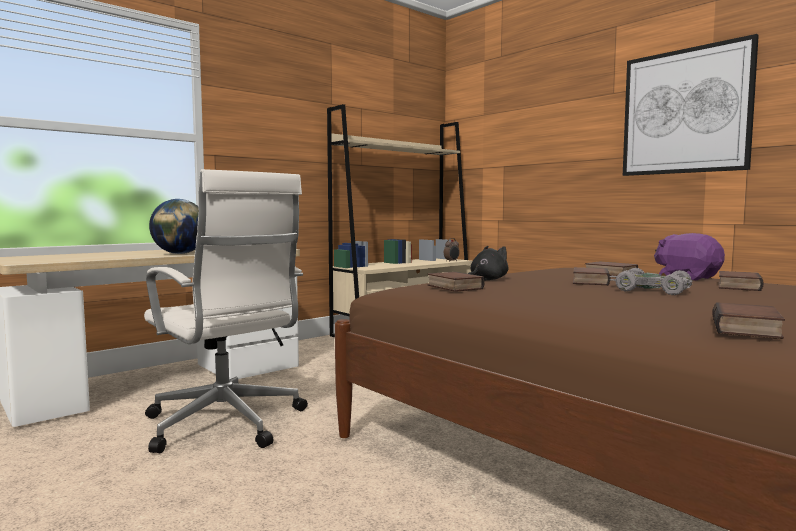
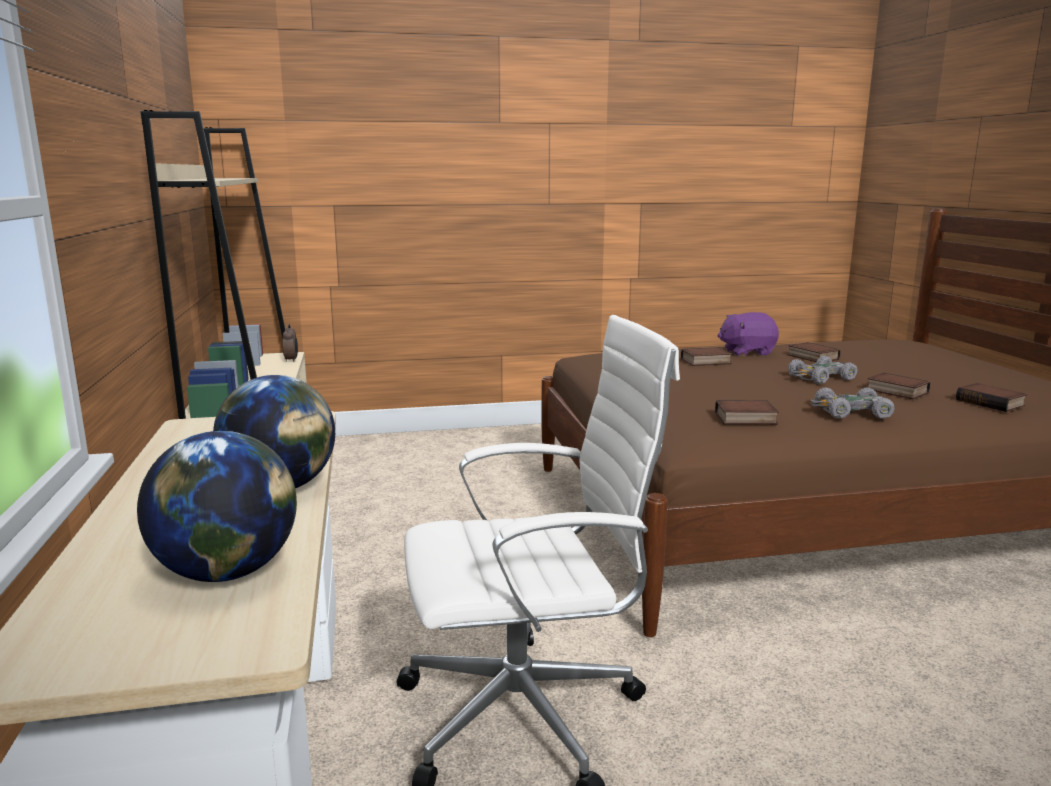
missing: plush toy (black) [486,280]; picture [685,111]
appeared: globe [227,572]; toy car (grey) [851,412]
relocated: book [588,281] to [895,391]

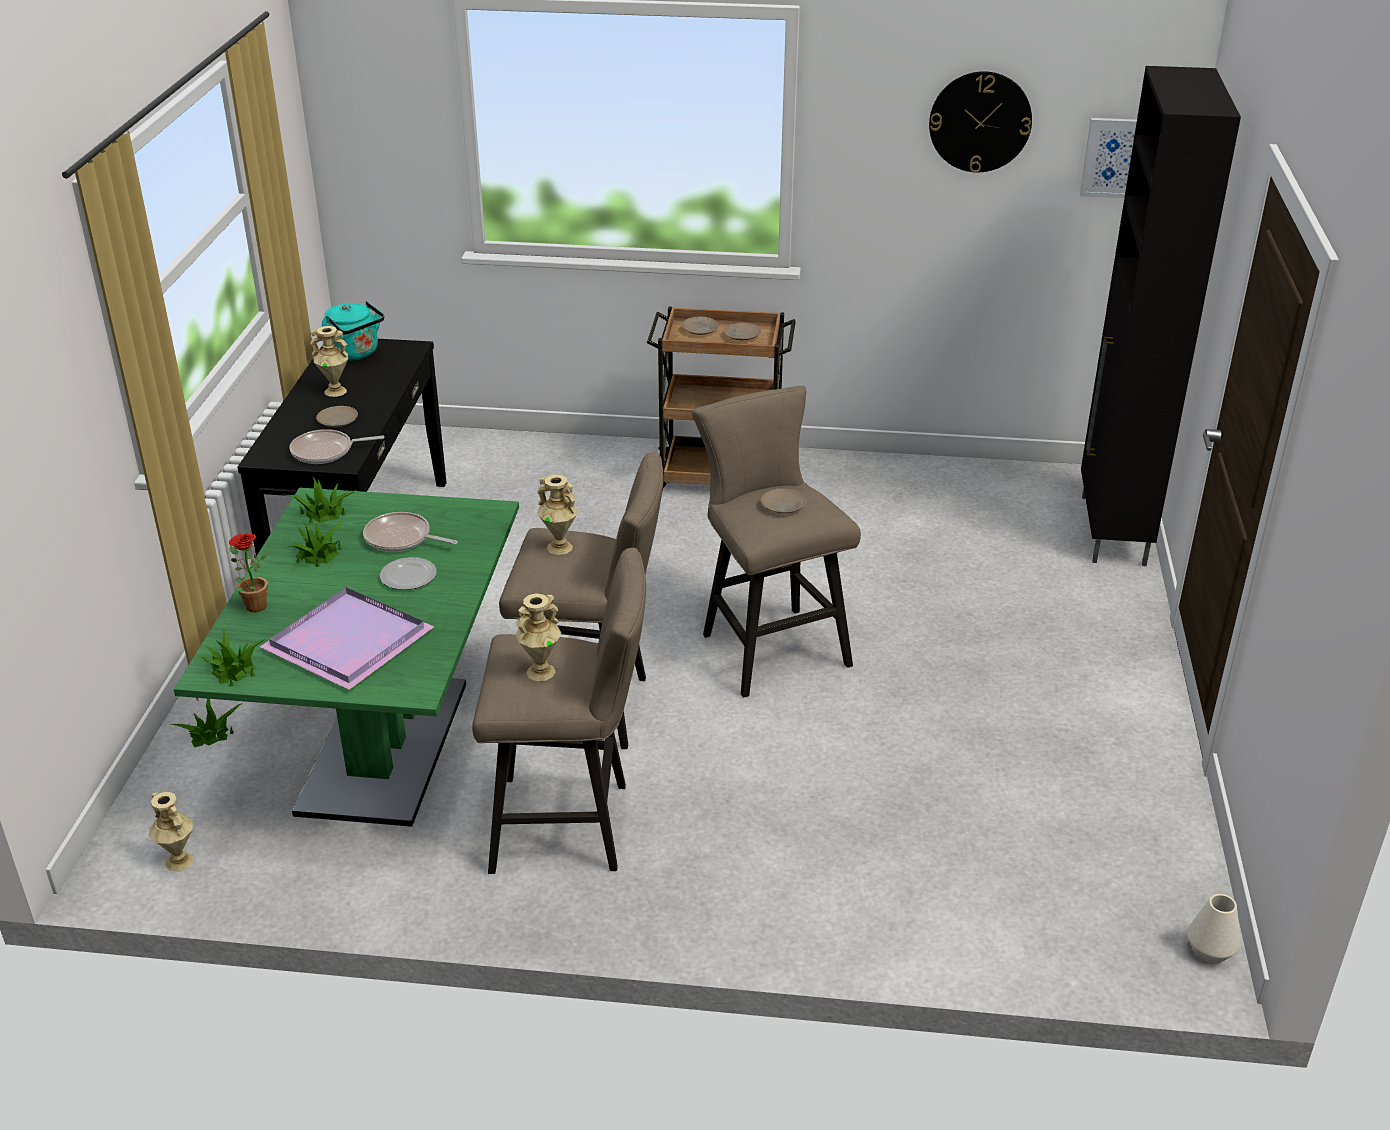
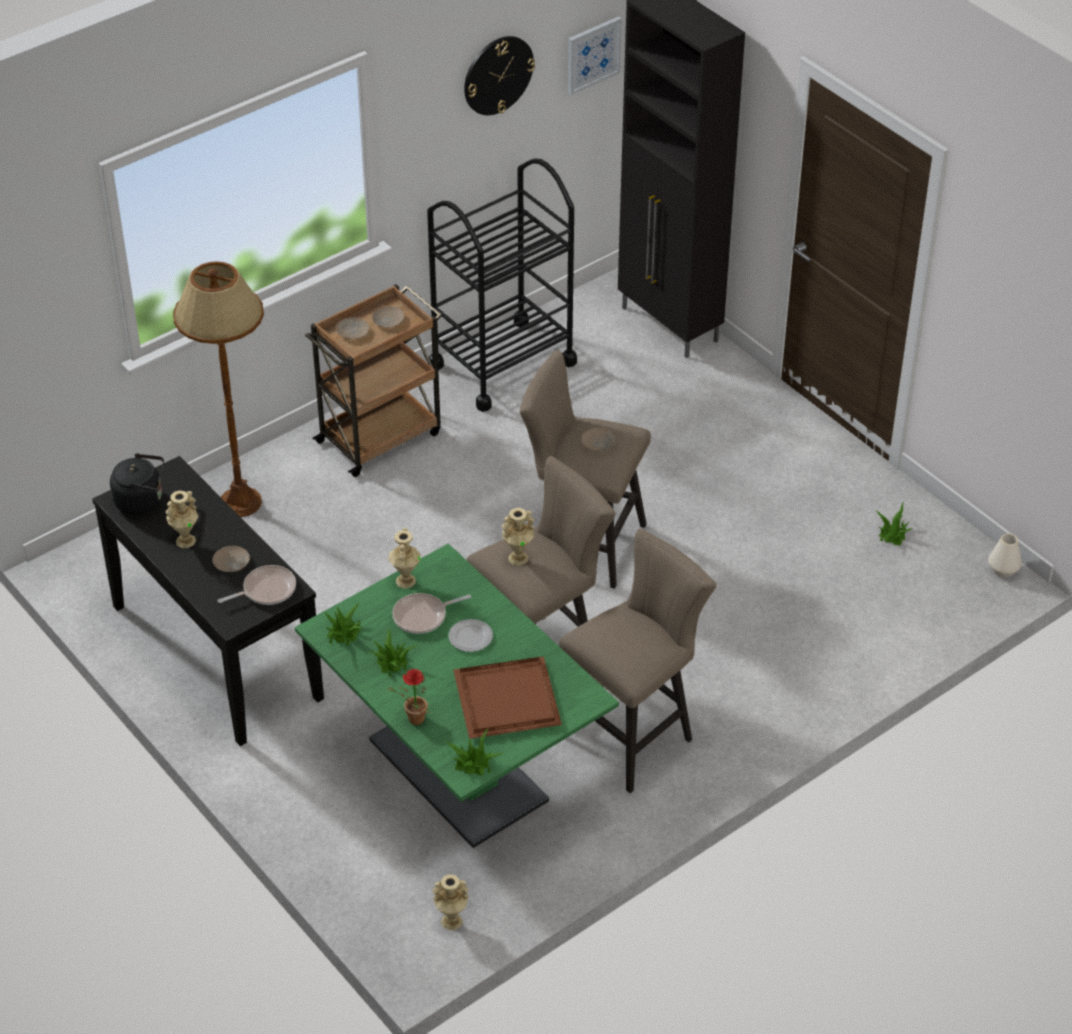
appeared: floor lamp (brown) [241,502]; cart (black) [502,364]
relocated: potted plant [210,733] to [893,533]; vase (beige) [540,671] to [405,580]
colour: tray (purple) [348,643] to tray (brown) [509,701]; kettle (turquoise) [355,353] to kettle (black) [142,501]
spun: frying pan [326,452] = [266,590] 150 degrees counterclockwise

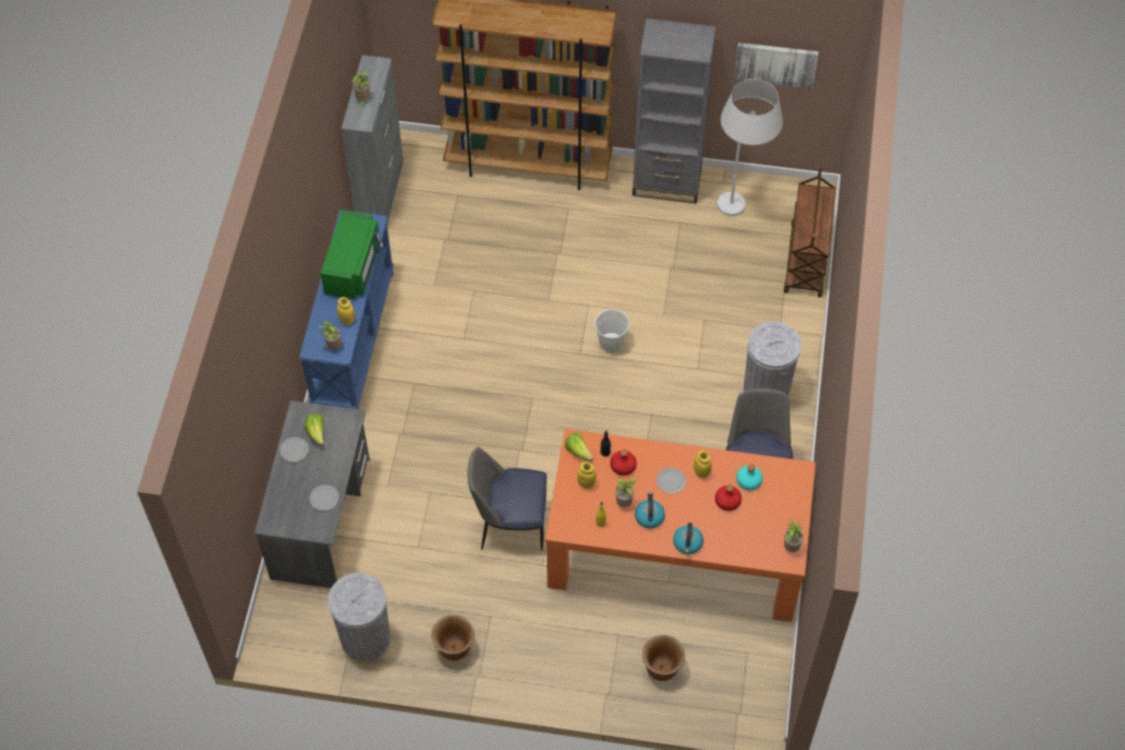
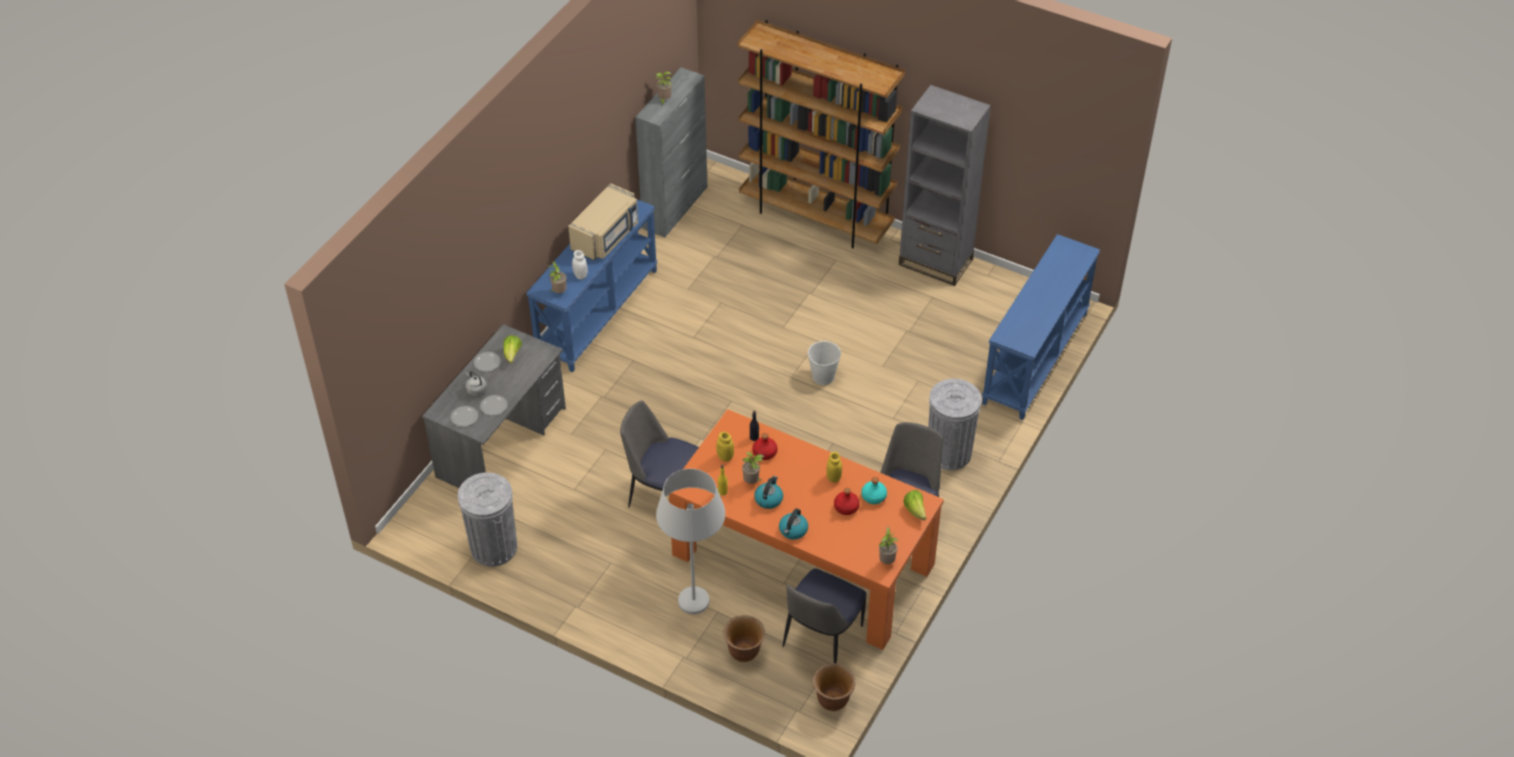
missing: picture [775,64]
appeared: kettle (grey) [476,390]; chair [821,639]
relocated: planter (brown) [454,648] to [832,700]; lettuce [578,451] to [915,510]; plate [670,481] to [464,417]; floor lamp (white) [738,216] to [695,616]
exchanged: cart (brown) [806,261] to console table (blue) [1036,358]
colour: microwave (green) [353,267] to microwave (beige) [606,237]; jar (yellow) [347,320] to jar (white) [580,275]

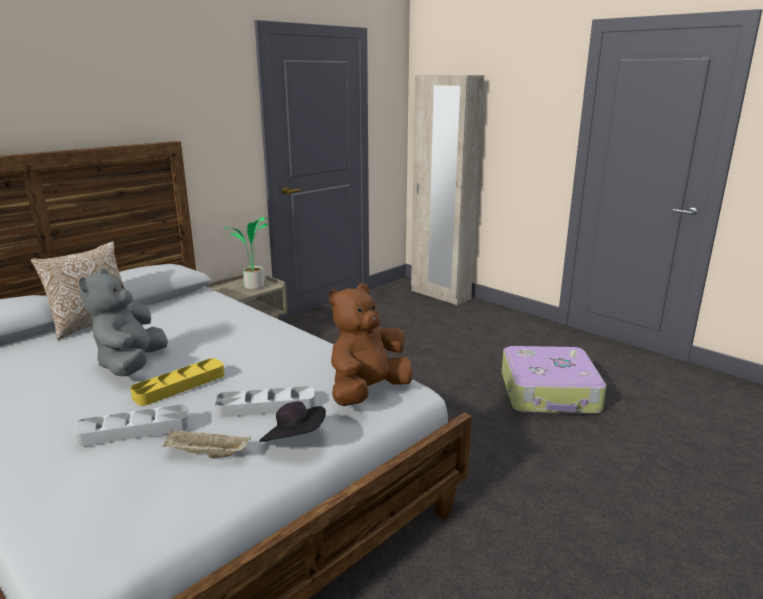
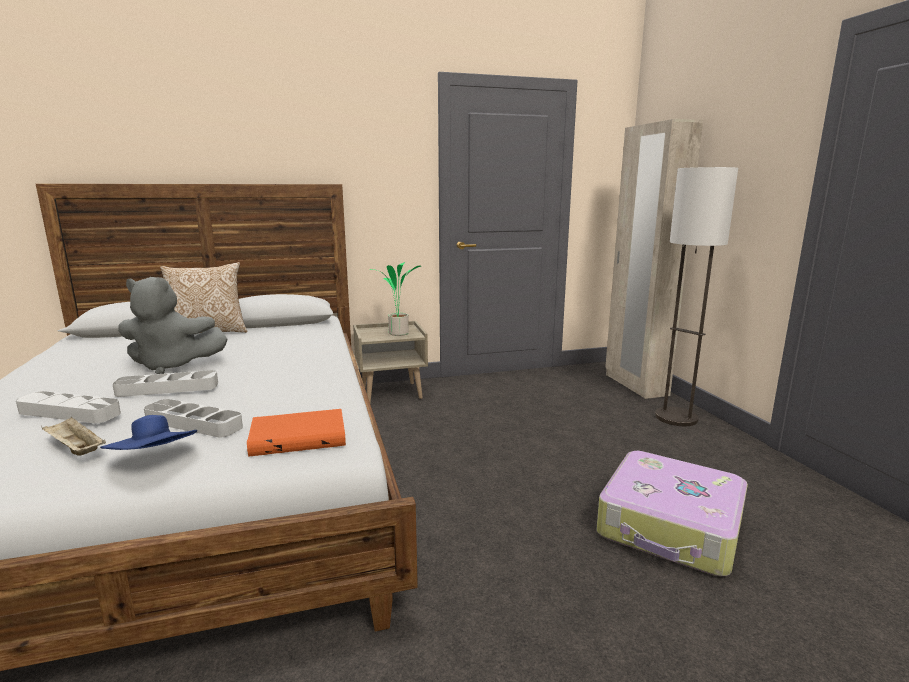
appeared: floor lamp [676,418]
exchanged: plush toy (brown) [367,392] to book (orange) [299,436]
colour: tray (yellow) [180,386] to tray (grey) [168,388]; hat (black) [294,440] to hat (blue) [155,461]
spun: plush toy (grey) [132,365] = [172,366] 120 degrees counterclockwise

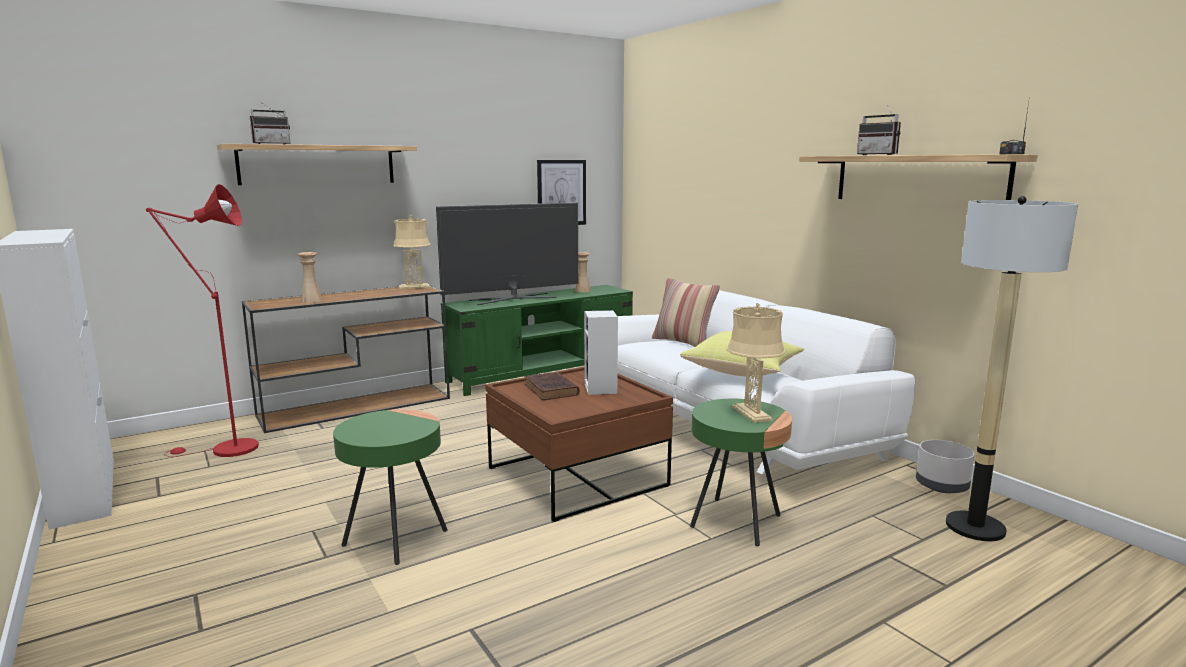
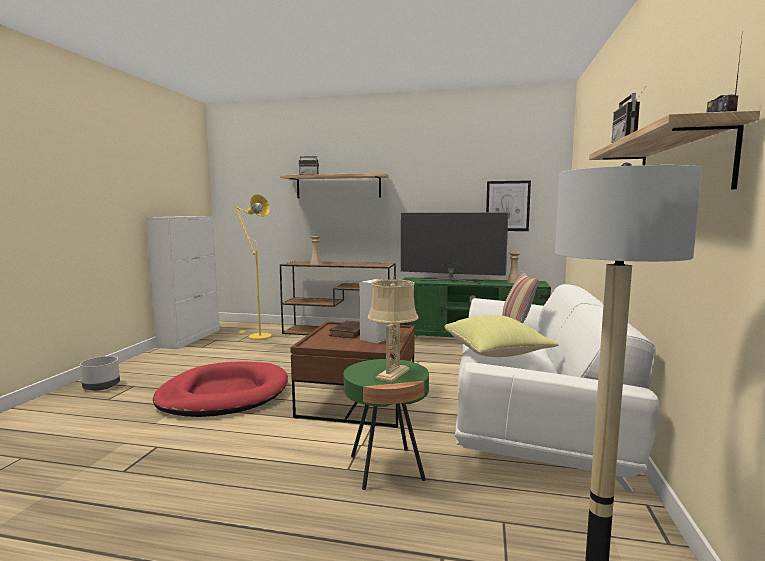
missing: table lamp (beige) [414,287]
relocated: planter (grey) [942,486] to [101,386]
exchanged: side table (green) [395,538] to dog bed (red) [224,395]
colour: floor lamp (red) [226,450] to floor lamp (yellow) [256,336]

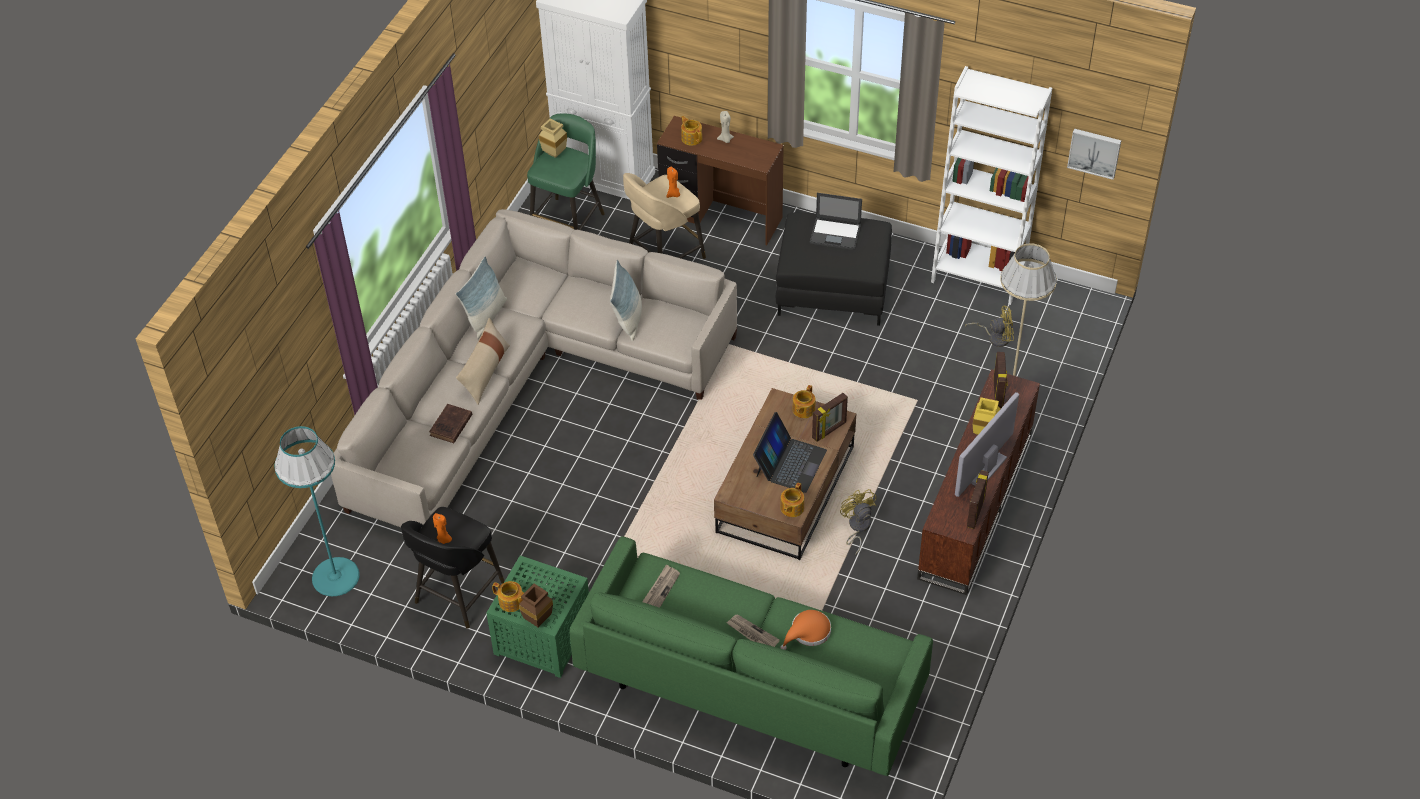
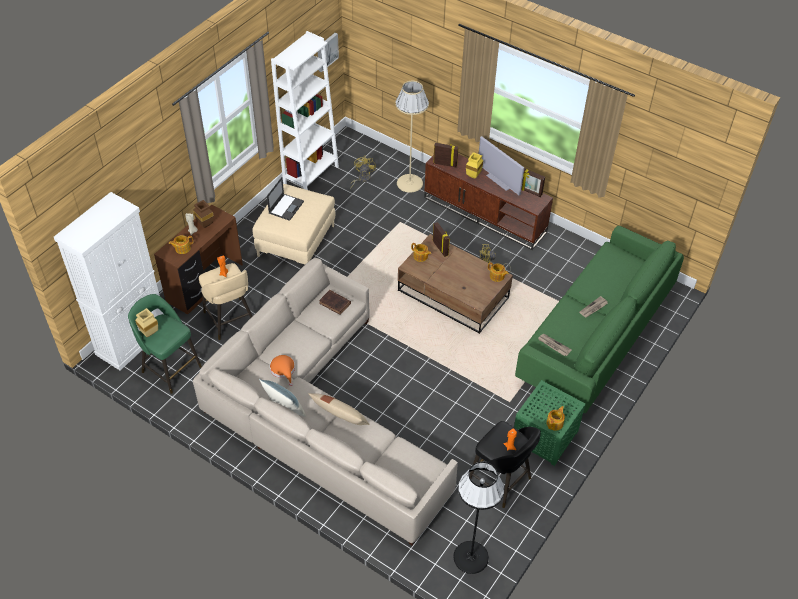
missing: pillow [628,319]; laptop [790,463]
relocated: book (brown) [450,426] to [335,303]; vase (brown) [538,622] to [206,225]; hat (orange) [808,632] to [283,370]
colour: floor lamp (turquoise) [335,576] to floor lamp (black) [471,557]; ottoman (black) [833,290] to ottoman (beige) [296,240]

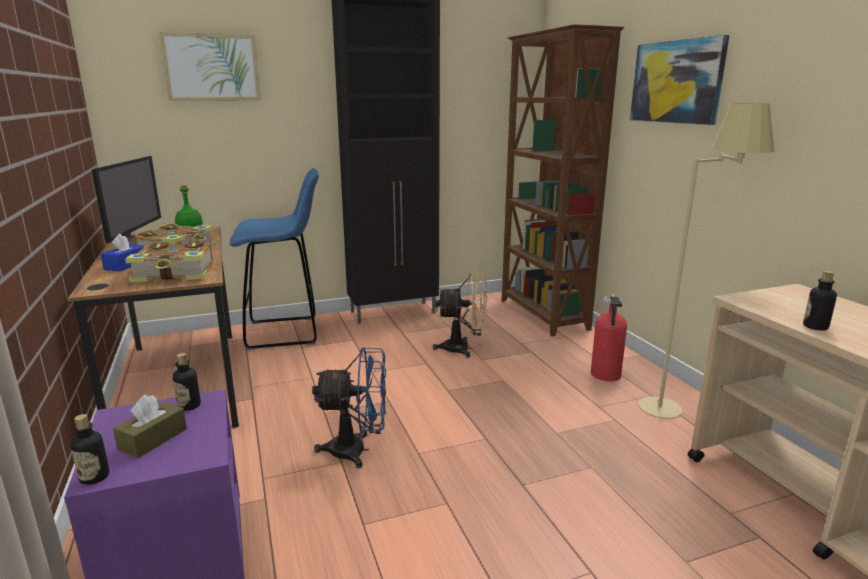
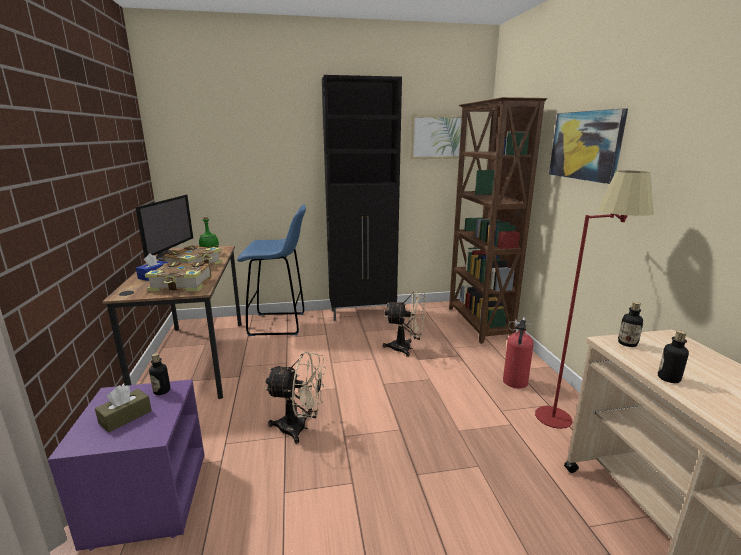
relocated: bottle [94,477] to [627,343]; picture [212,67] to [438,137]
colour: fan (blue) [357,450] to fan (beige) [300,428]; floor lamp (beige) [679,414] to floor lamp (red) [568,425]

